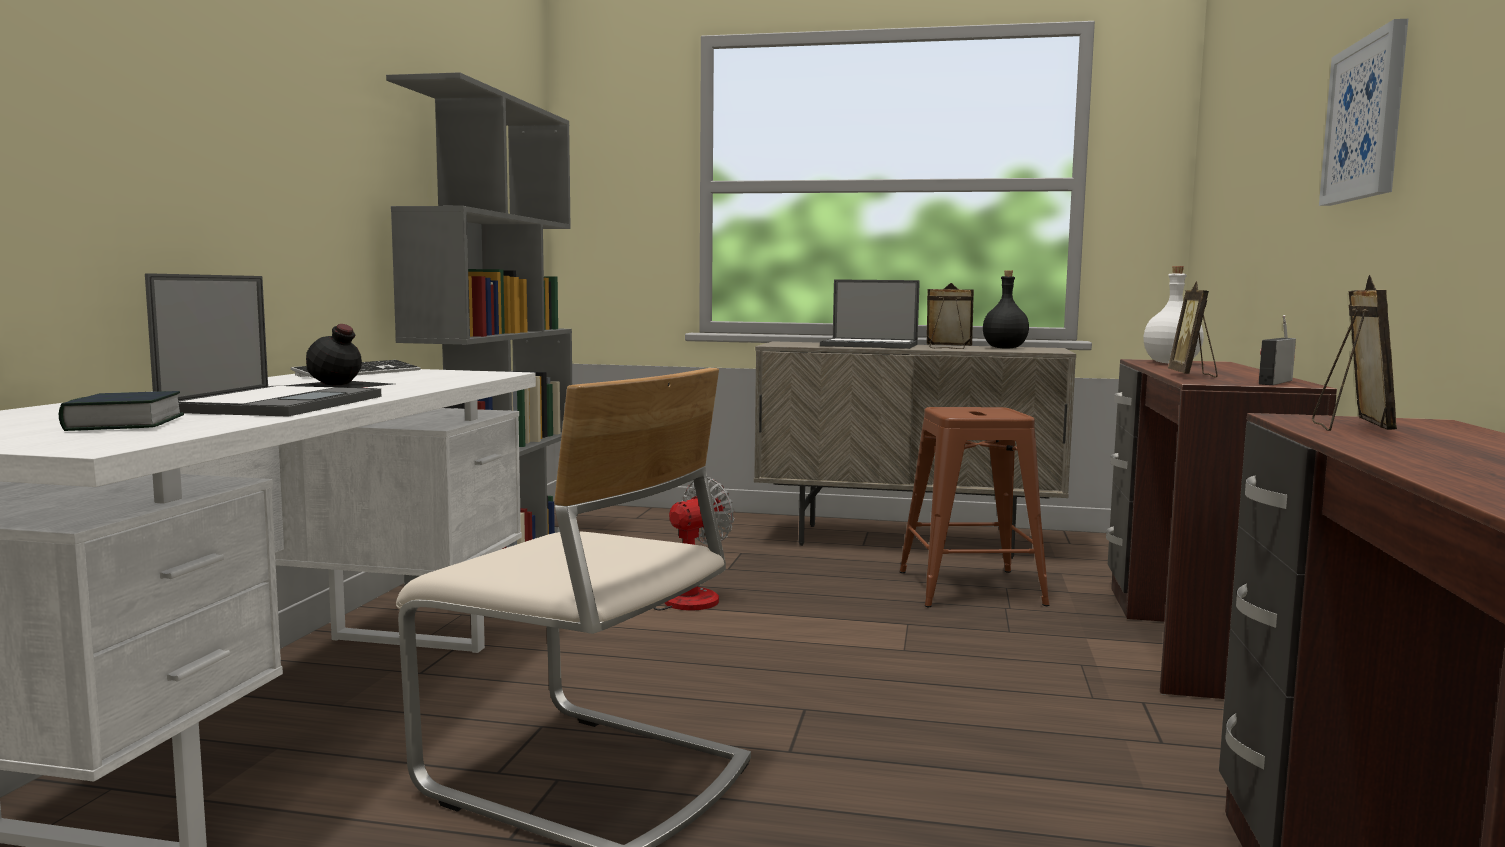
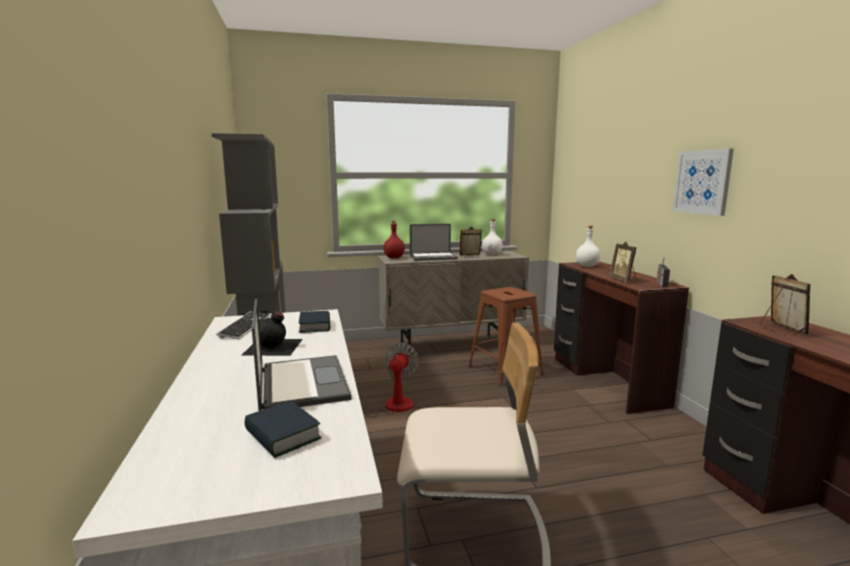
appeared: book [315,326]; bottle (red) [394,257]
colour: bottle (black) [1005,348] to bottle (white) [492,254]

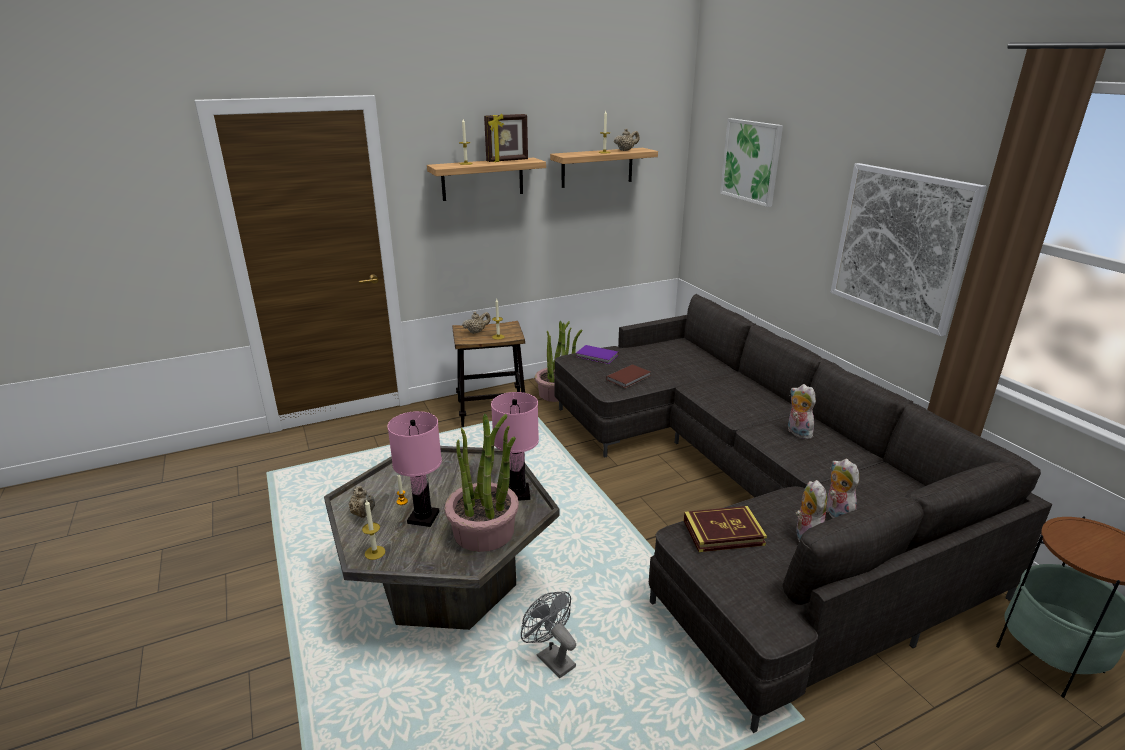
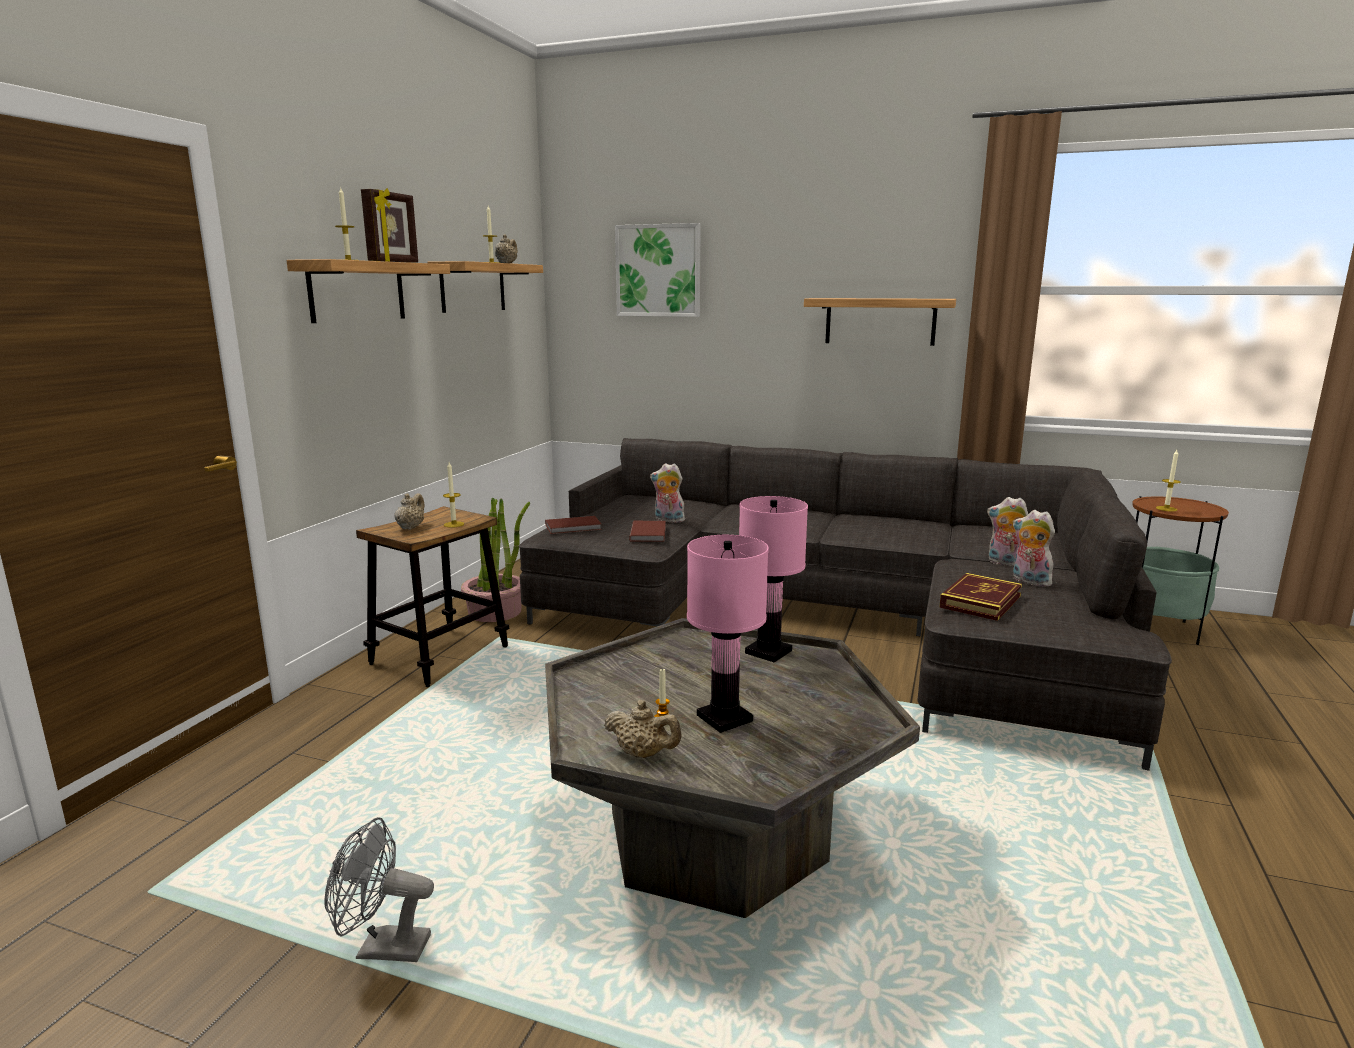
missing: potted plant [484,531]
relocated: candle [375,552] to [1166,509]; fan (grey) [551,658] to [382,948]; plush toy [797,433] to [668,520]
exchanged: picture [900,245] to shelf [880,321]
colour: book (purple) [597,356] to book (brown) [574,527]

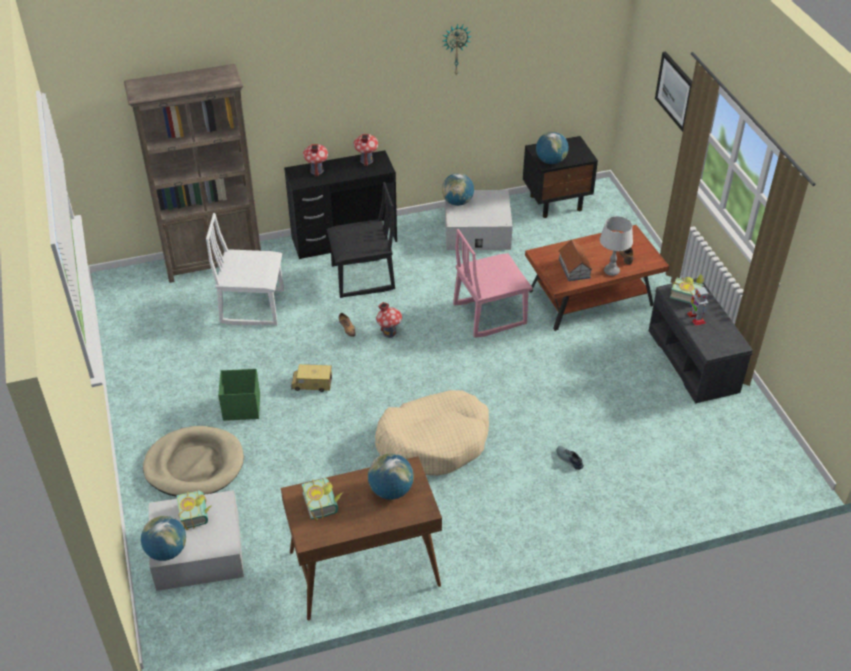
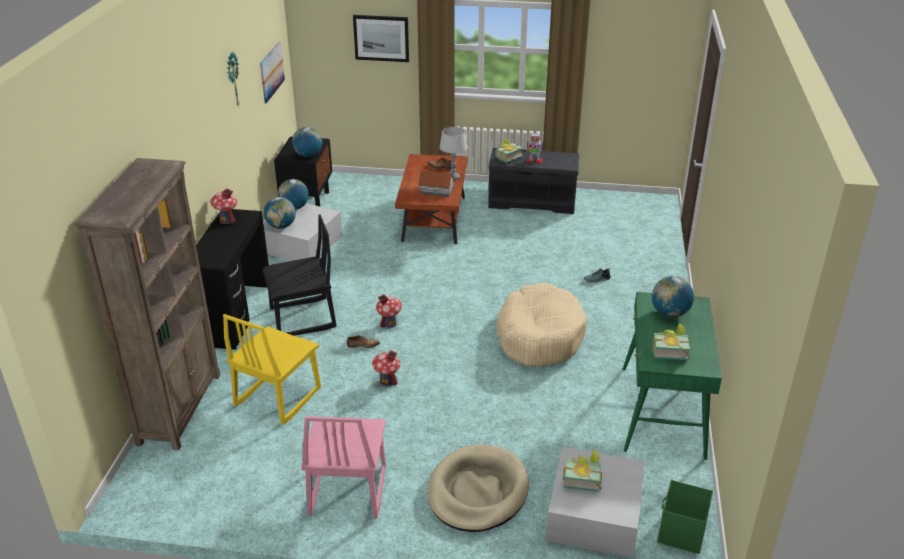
missing: toy truck [312,384]
appeared: picture [272,72]
relocated: globe [167,551] to [294,208]; storage box (green) [241,407] to [681,533]; toy house [316,170] to [387,381]; chair (pink) [489,314] to [347,491]
colour: chair (white) [252,306] to chair (yellow) [277,397]; desk (brown) [363,570] to desk (green) [662,412]
spun: chair (black) [363,278] = [302,319] 60 degrees clockwise

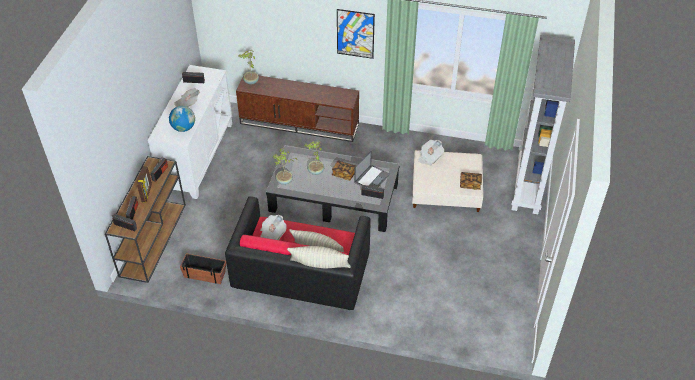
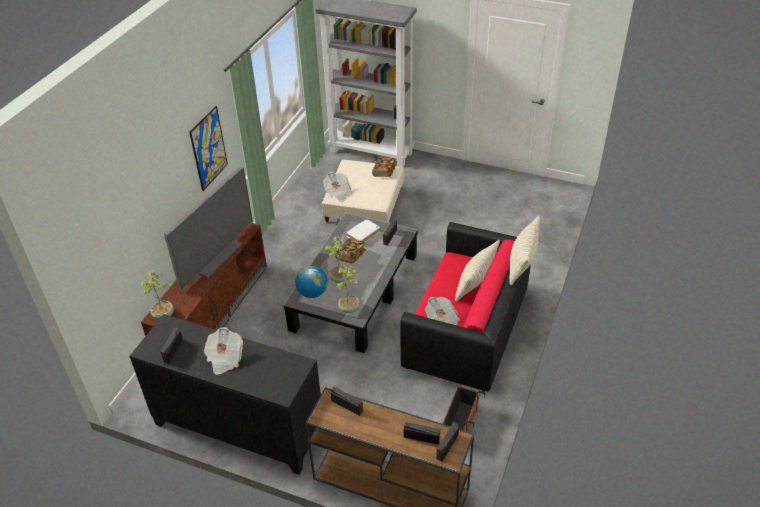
missing: picture frame [147,193]
appeared: television [214,256]
relocated: globe [184,128] to [312,293]
exchanged: laptop [372,178] to book (white) [363,234]
colour: cabinet (white) [197,157] to cabinet (black) [238,428]

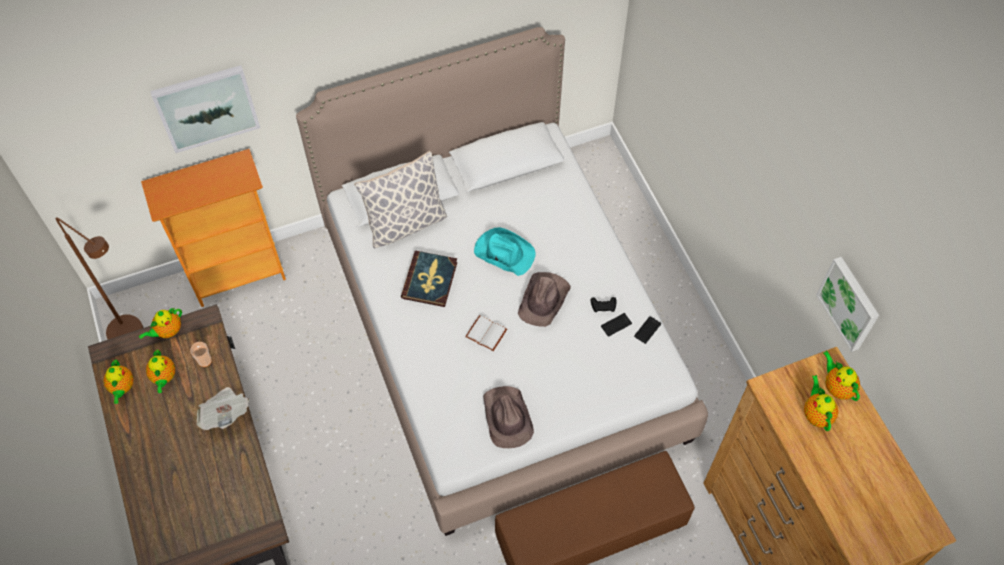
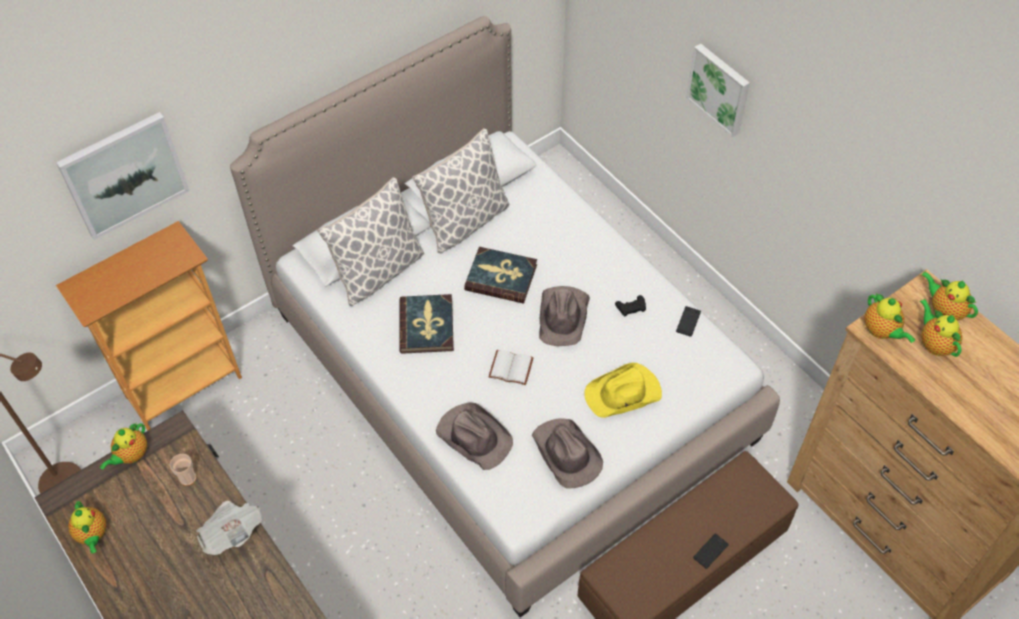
appeared: pillow [465,221]; hat (brown) [474,436]; hat (yellow) [624,394]
relocated: teapot [164,377] to [881,331]; phone [616,325] to [710,551]; picture [850,303] to [720,88]
exchanged: hat (turquoise) [504,252] to book [501,277]

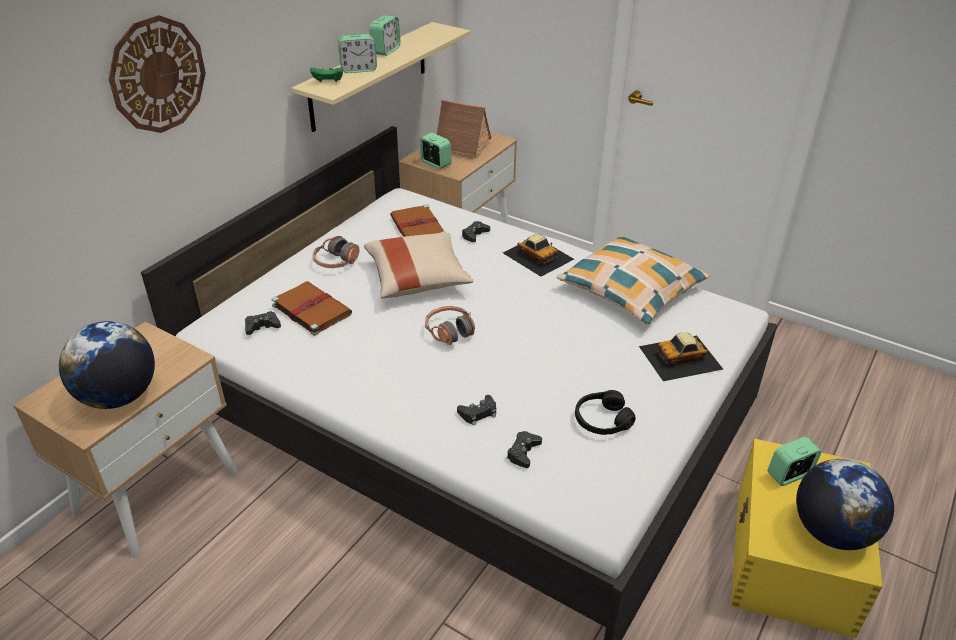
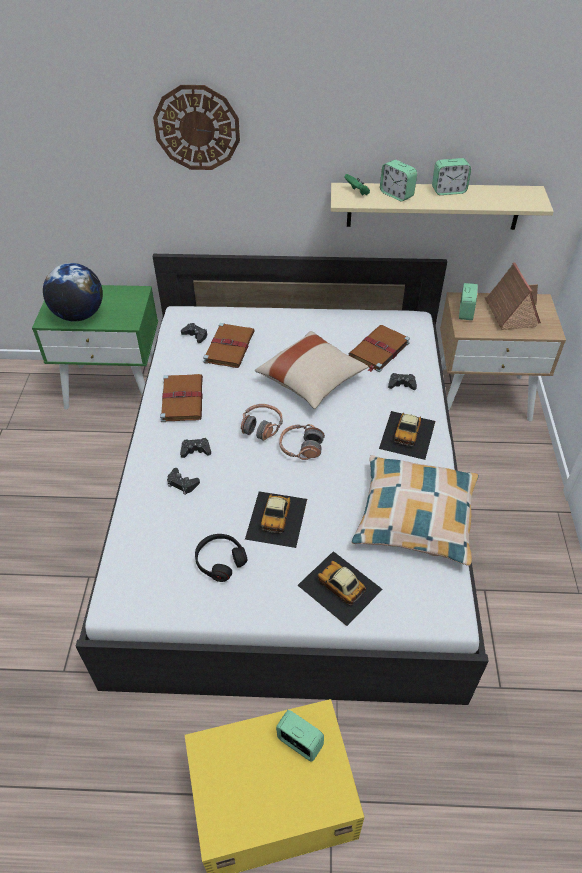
missing: globe [831,531]
appeared: book (brown) [182,399]; toy car [277,518]
relocated: headphones [336,262] to [301,447]; game controller (black) [523,452] to [196,450]
colour: nightstand (beige) [157,490] to nightstand (green) [115,387]

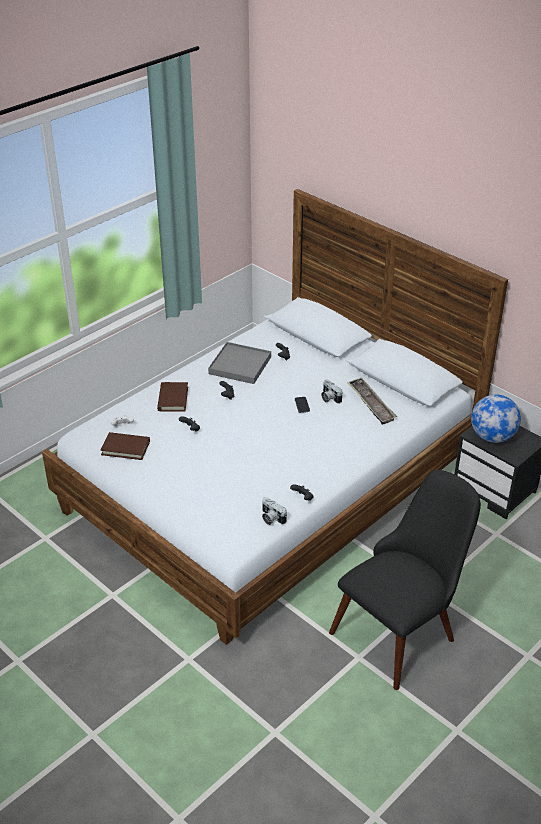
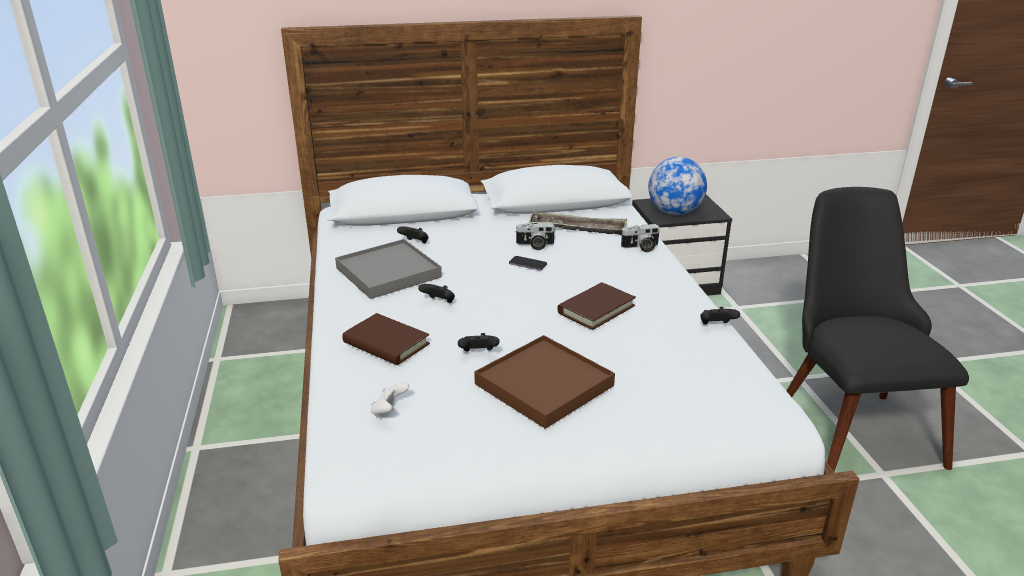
appeared: tray (brown) [544,385]
relocated: book (brown) [125,448] to [596,309]; photo camera [271,518] to [641,247]

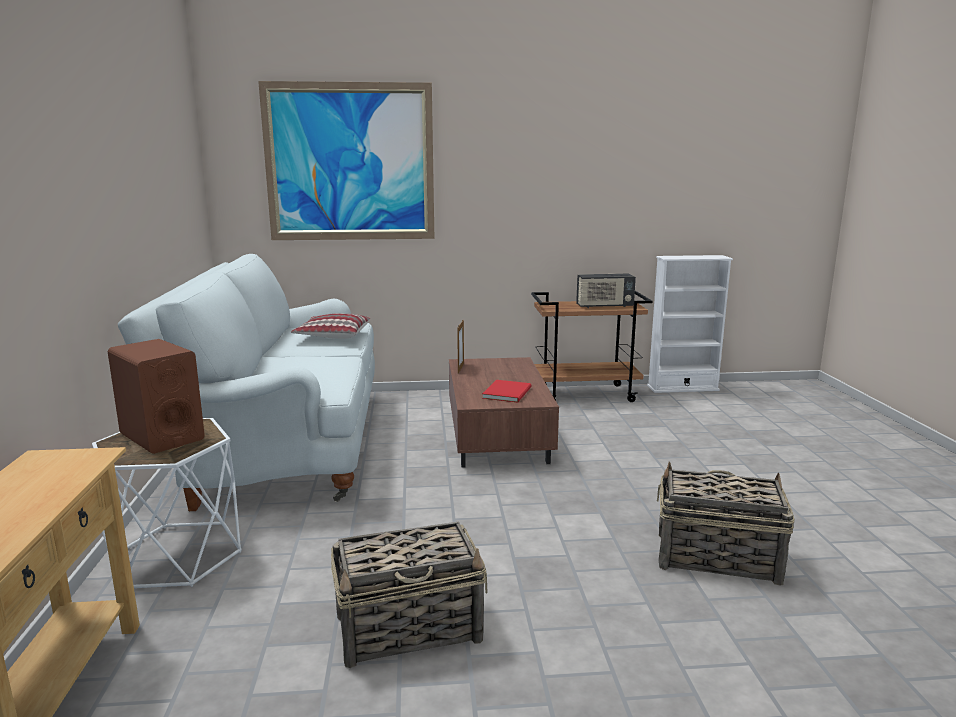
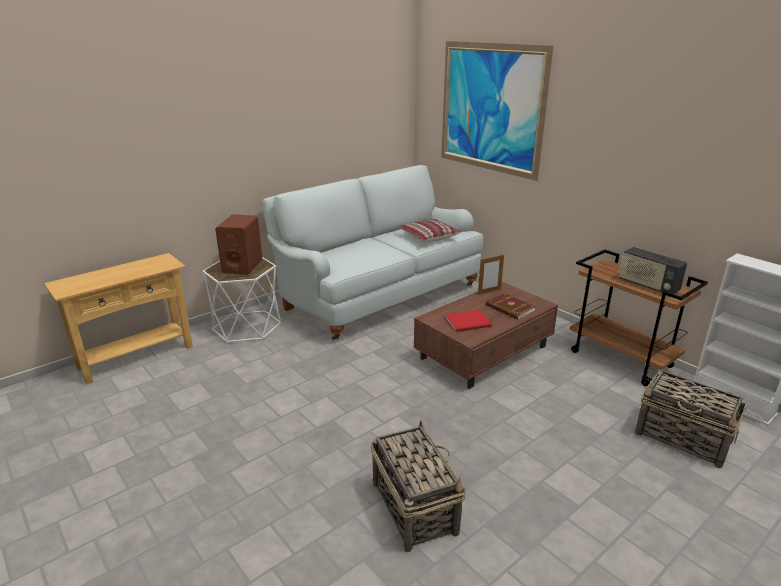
appeared: book (brown) [510,308]
relocated: basket [410,628] to [683,438]

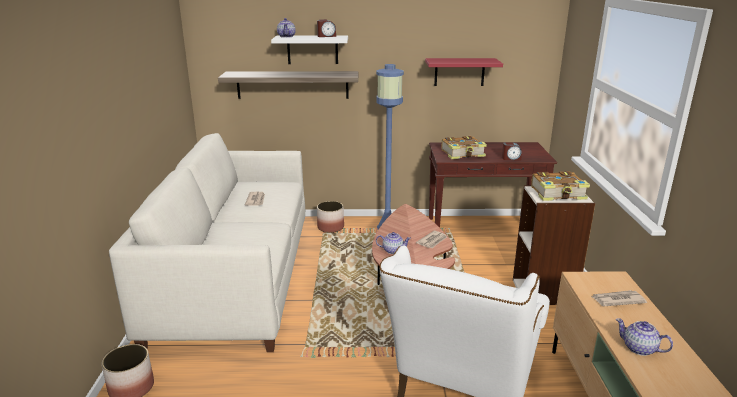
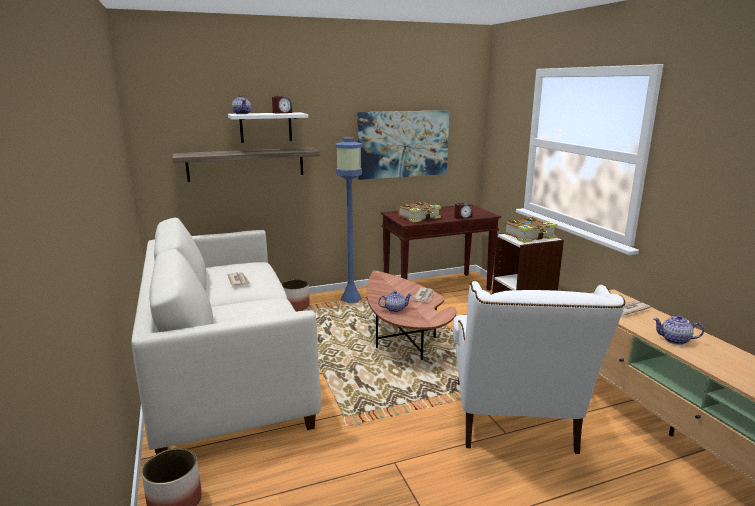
exchanged: shelf (red) [459,72] to picture [403,144]

